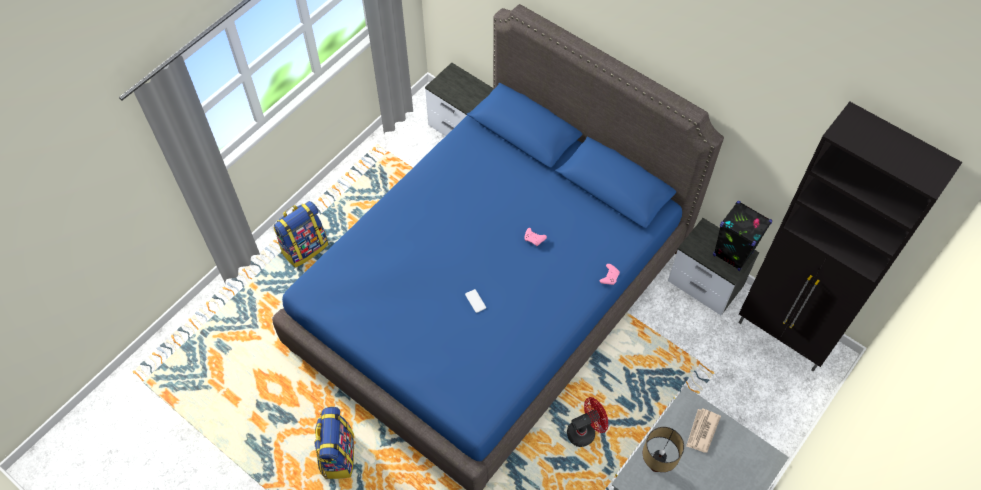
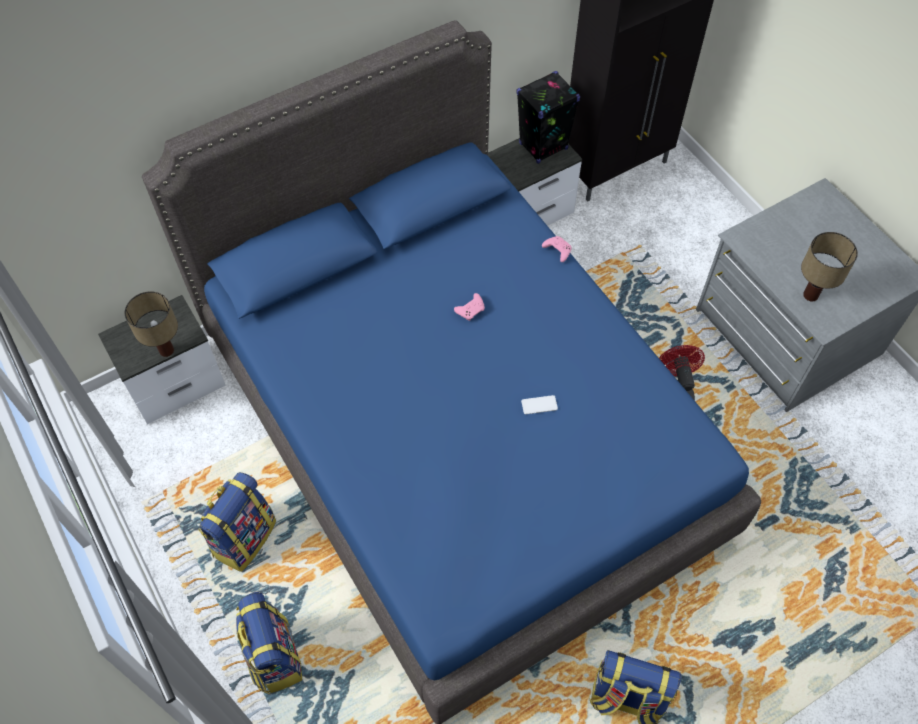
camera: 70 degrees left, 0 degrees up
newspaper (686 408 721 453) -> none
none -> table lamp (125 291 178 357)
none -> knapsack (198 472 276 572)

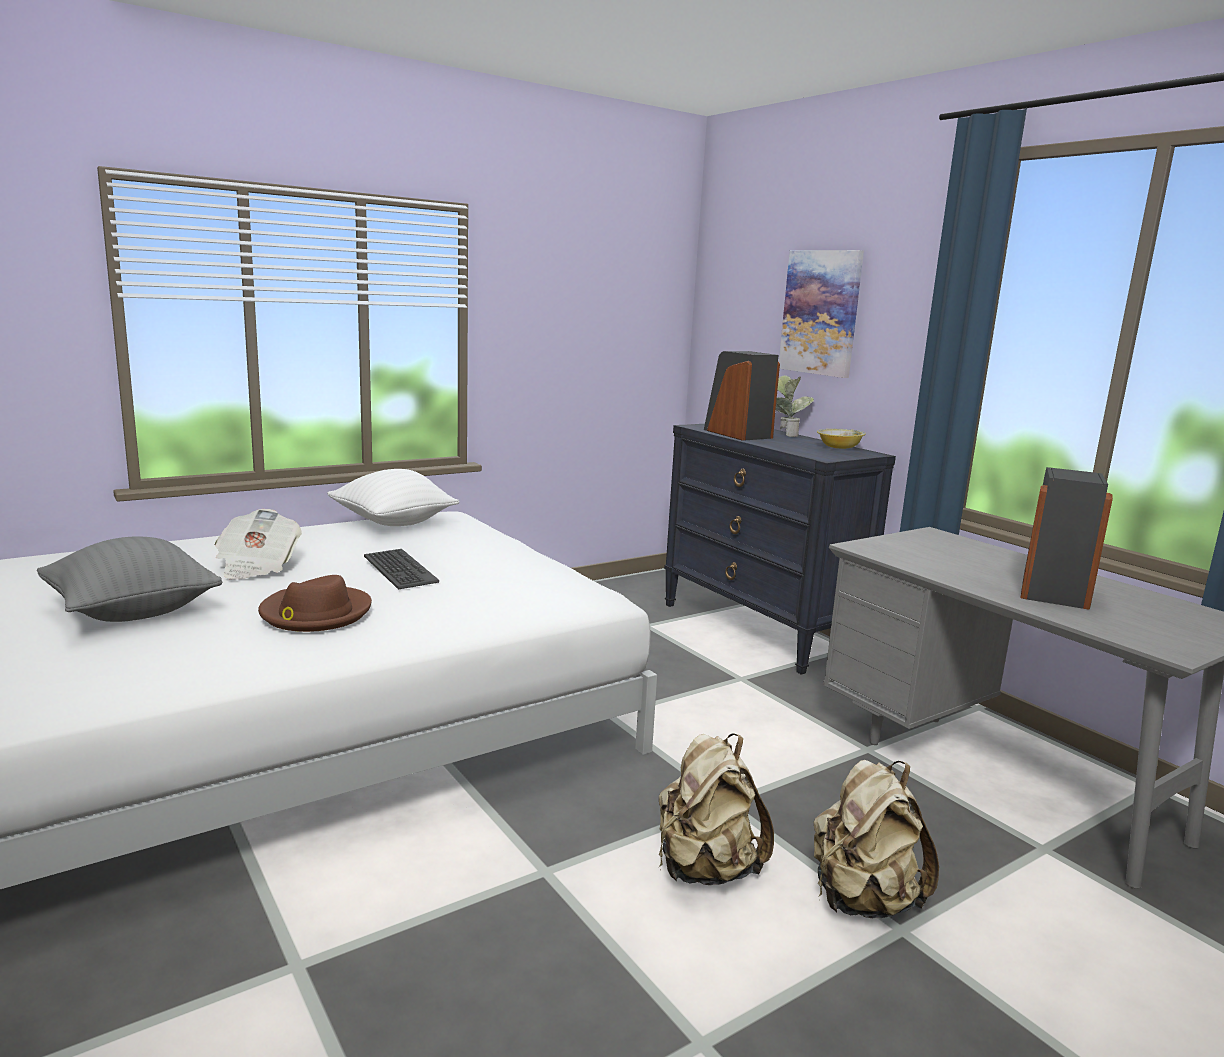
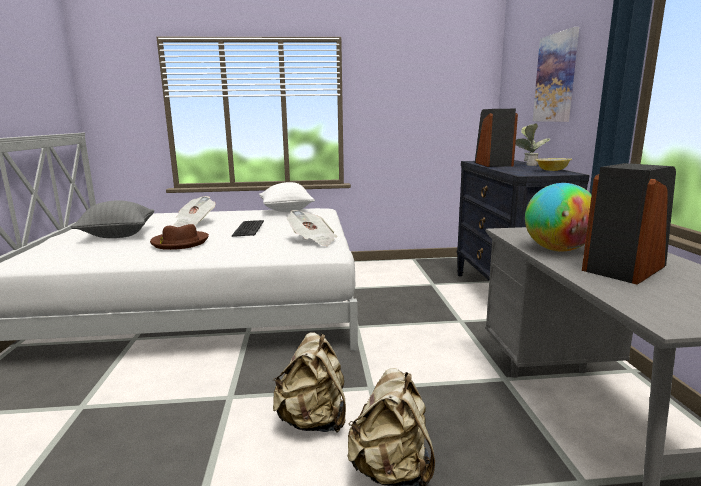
camera: 30 degrees right, 0 degrees up
none -> newspaper (287 210 337 246)
none -> world globe (525 183 592 251)

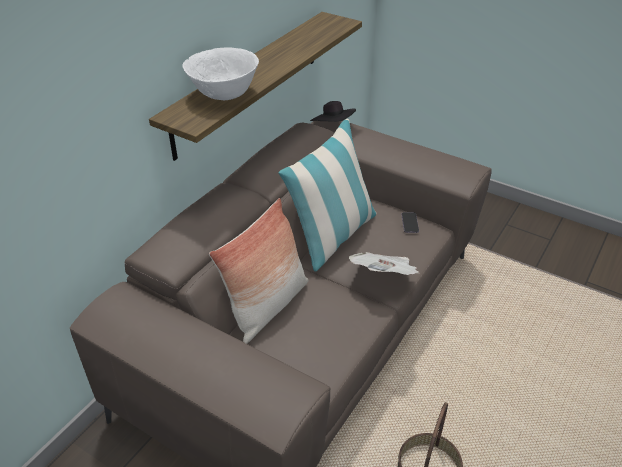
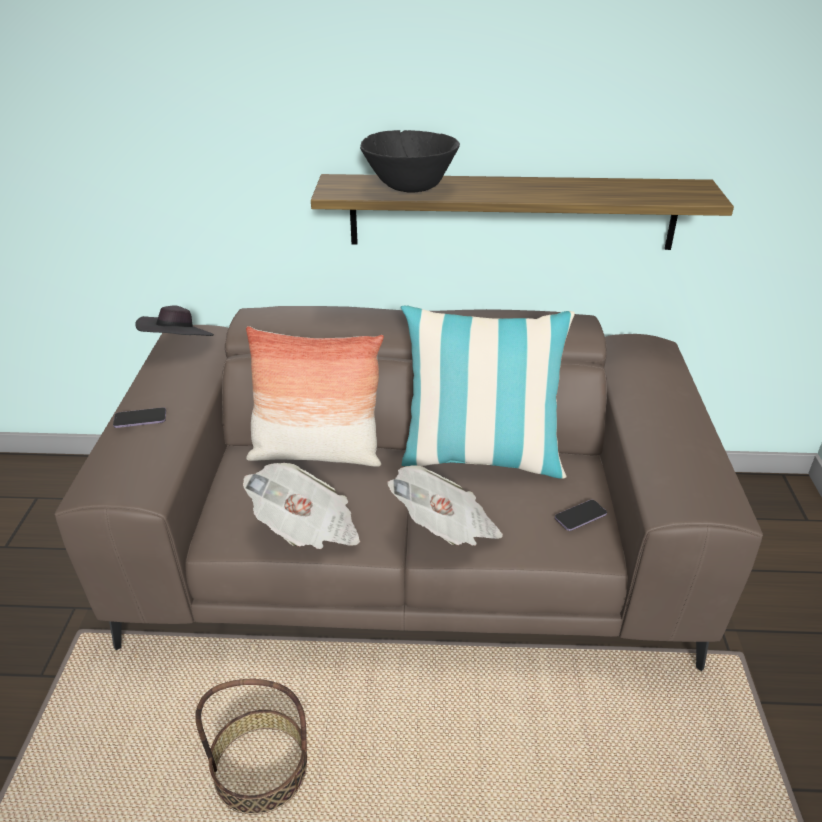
camera: 60 degrees right, 5 degrees down
none -> phone (113 407 166 428)
none -> newspaper (243 463 360 549)
blackish hat (310 101 356 122) -> blackish hat (135 305 214 336), shifted
white-coloured bowl (182 47 259 100) -> blackish bowl (360 130 460 193)

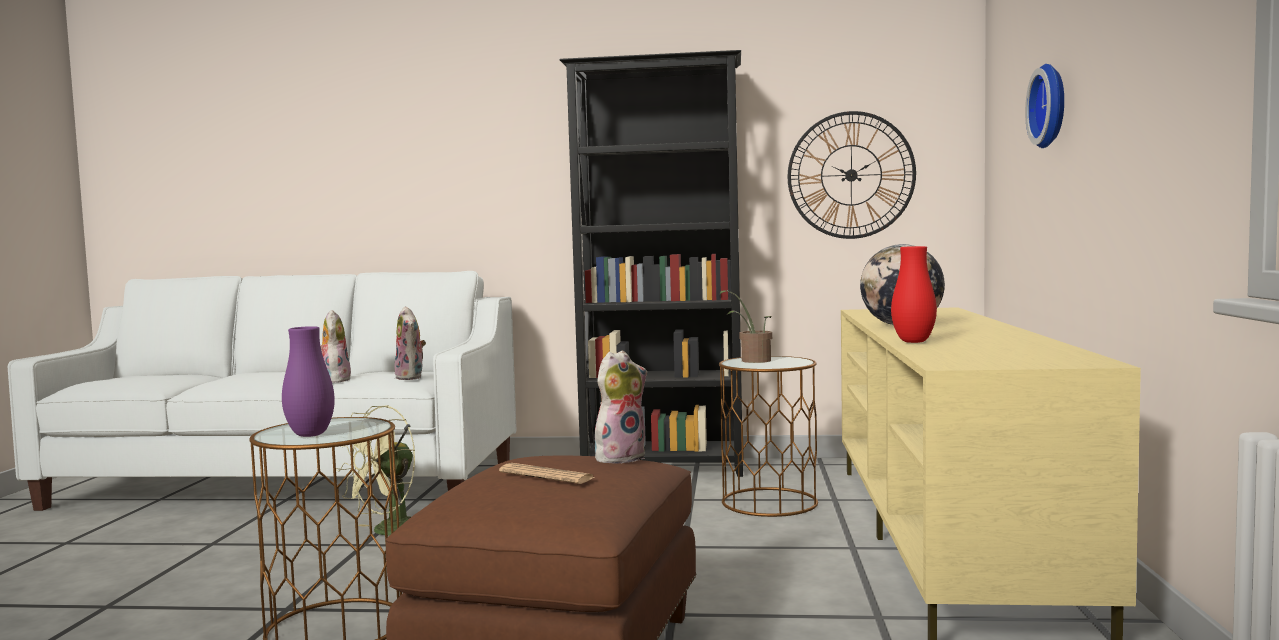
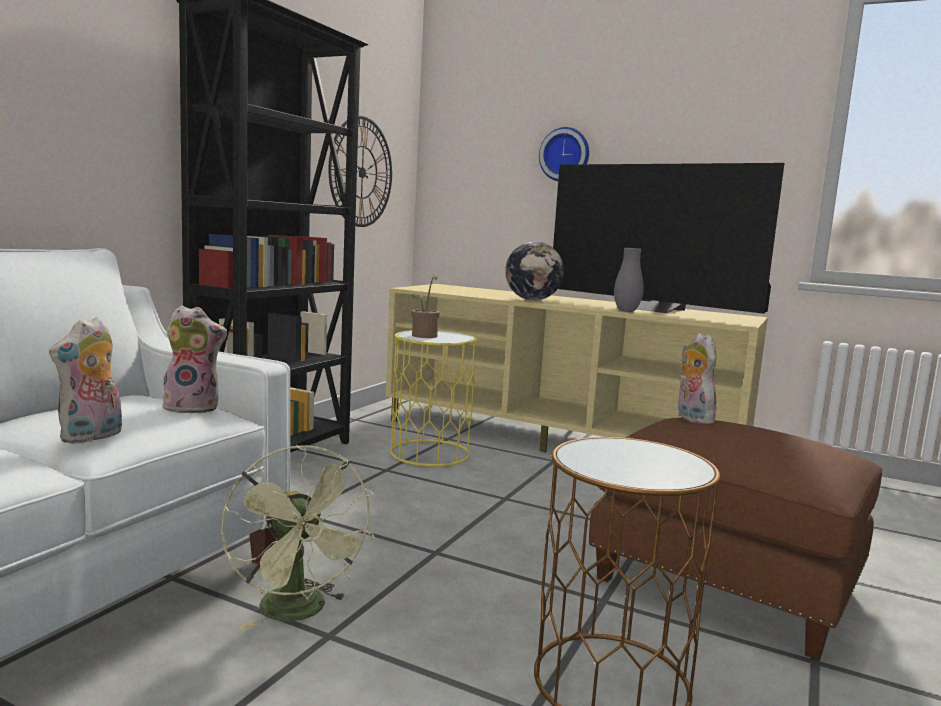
camera: 70 degrees left, 5 degrees up
purplish vase (282 326 335 437) -> none
newspaper (499 463 596 484) -> none
none -> TV (553 163 785 314)
brown-coloured accent table (719 356 818 517) -> yellow-coloured accent table (390 330 477 467)
red vase (891 246 937 343) -> gray vase (614 248 644 312)
cuddly toy (320 310 351 383) -> cuddly toy (49 317 122 444), 75 degrees counterclockwise

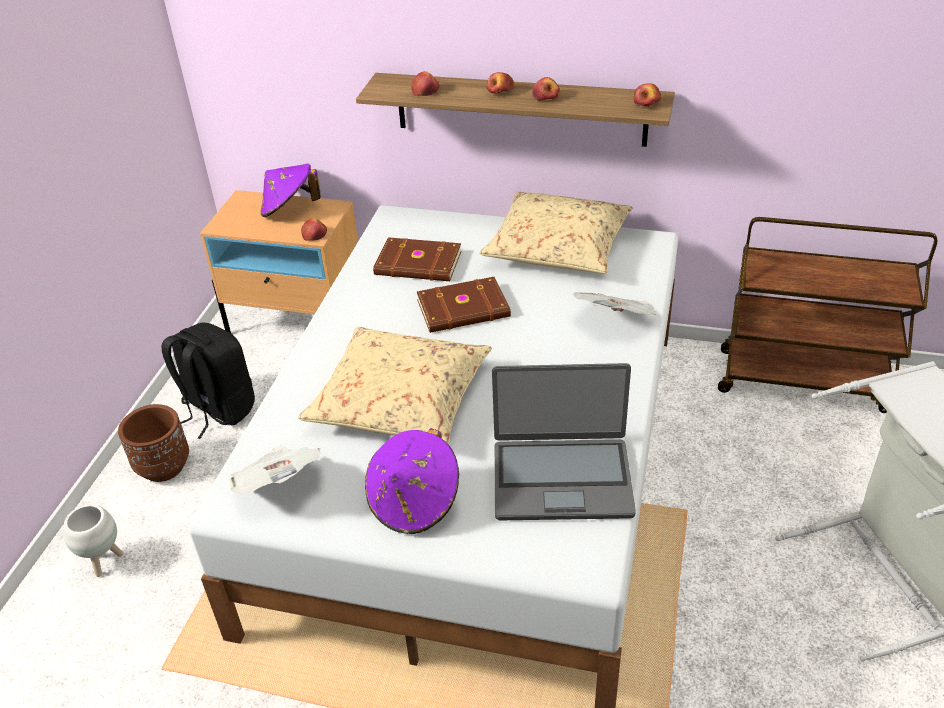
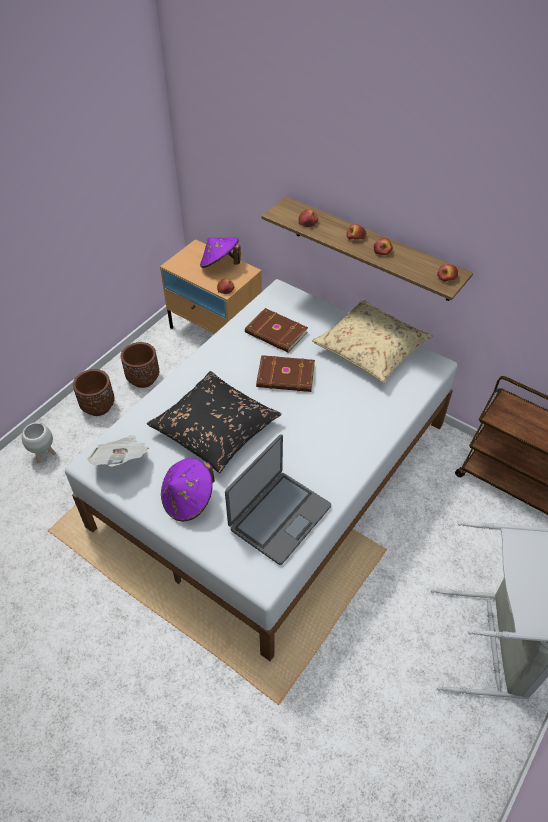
camera: 20 degrees right, 10 degrees up
newspaper (573 292 656 315) -> none
blackish knapsack (162 322 255 439) -> brown-coloured planter (121 342 159 388)
beige-coloured pillow (298 327 492 445) -> blackish pillow (147 371 282 473)
notebook computer (492 363 636 520) -> notebook computer (225 434 331 565), 75 degrees counterclockwise

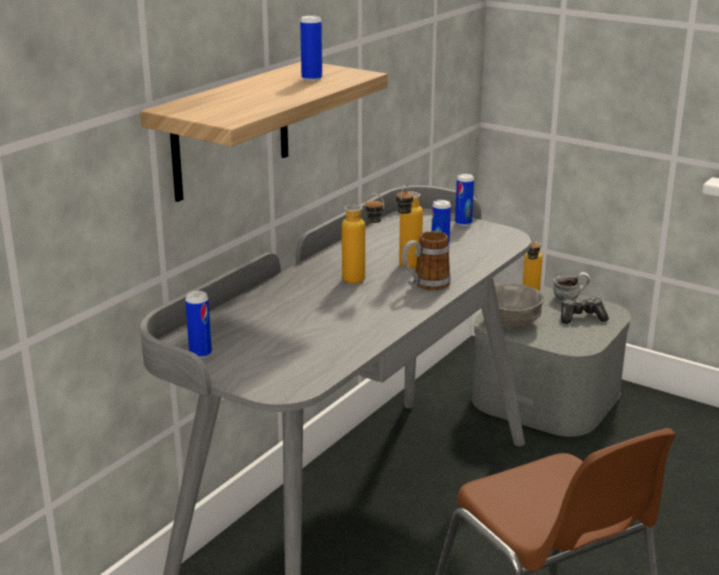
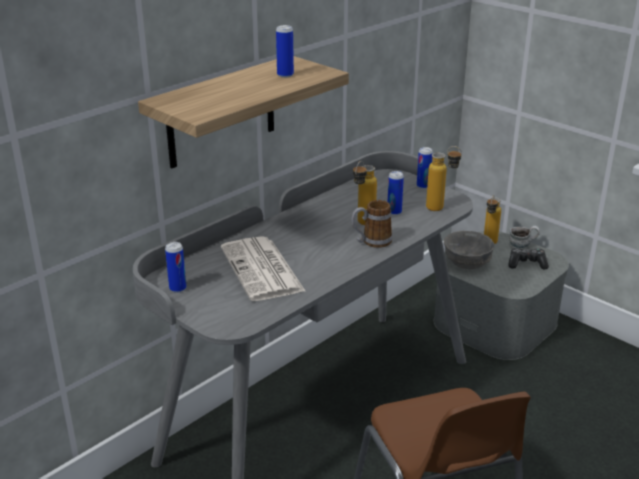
camera: 10 degrees right, 5 degrees up
none -> newspaper (221 236 305 301)
drink bottle (342 193 384 284) -> drink bottle (426 146 462 211), shifted

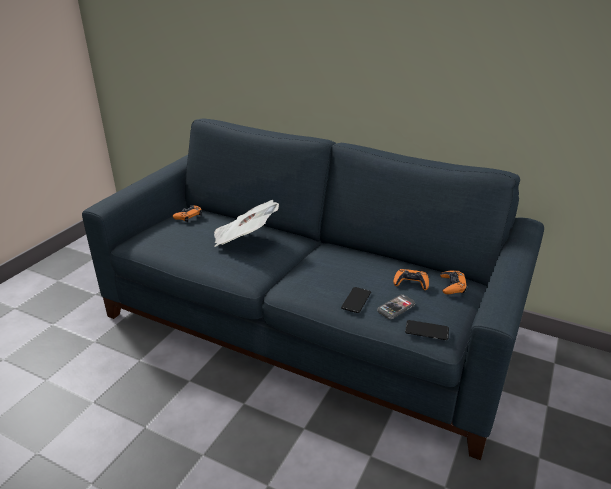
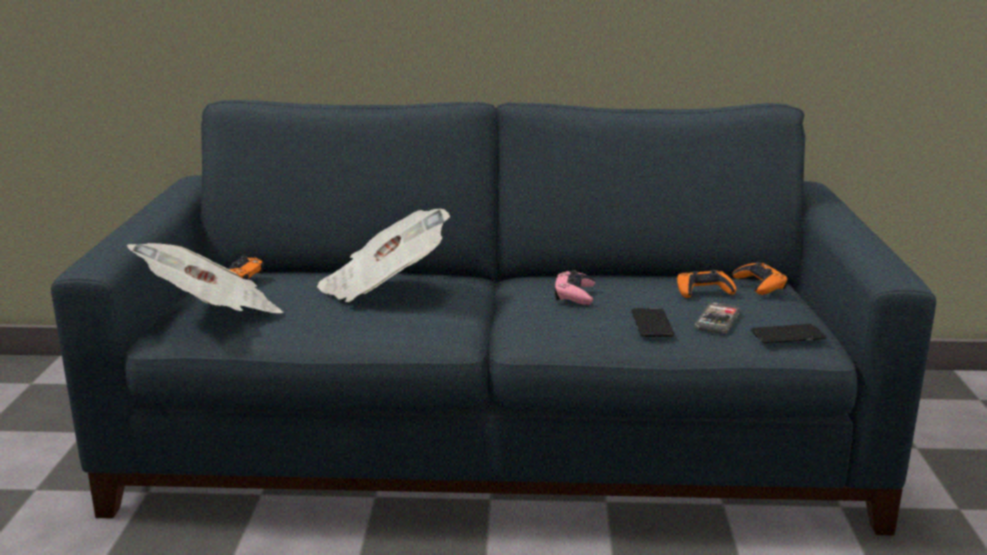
camera: 25 degrees left, 10 degrees down
none -> newspaper (127 243 283 313)
none -> pink gamepad (554 270 595 305)

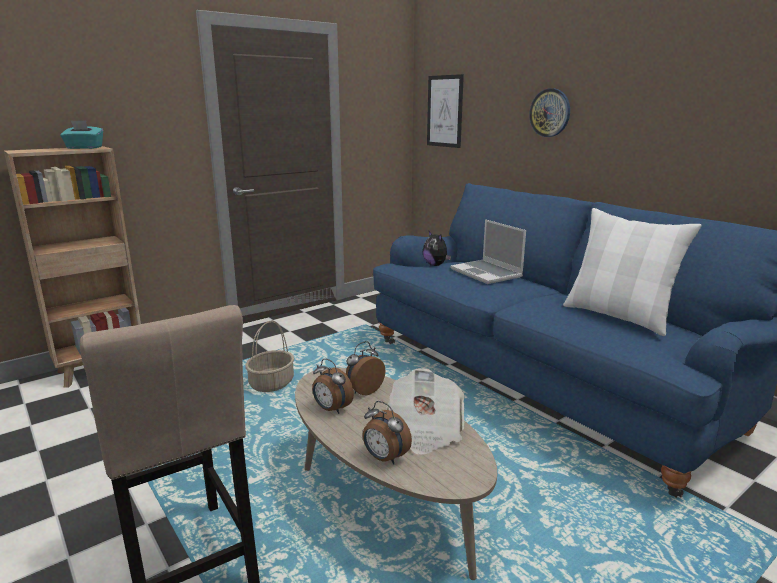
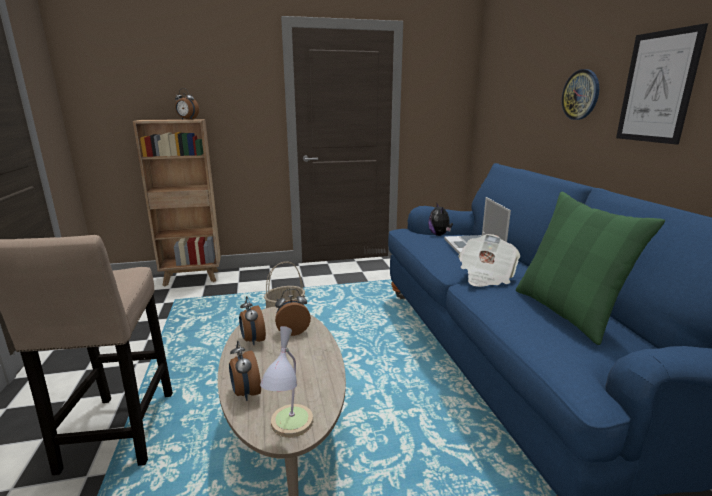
camera: 25 degrees right, 0 degrees up
none -> table lamp (260 326 313 438)
newspaper (387 368 465 455) -> newspaper (458 234 520 287), shifted
wall picture (427 74 464 148) -> wall picture (616 23 708 145), shifted
turquoise-coloured tissue box (60 120 103 149) -> table clock (175 88 199 120)
white-coloured pillow (563 208 702 336) -> green pillow (516 192 665 345)

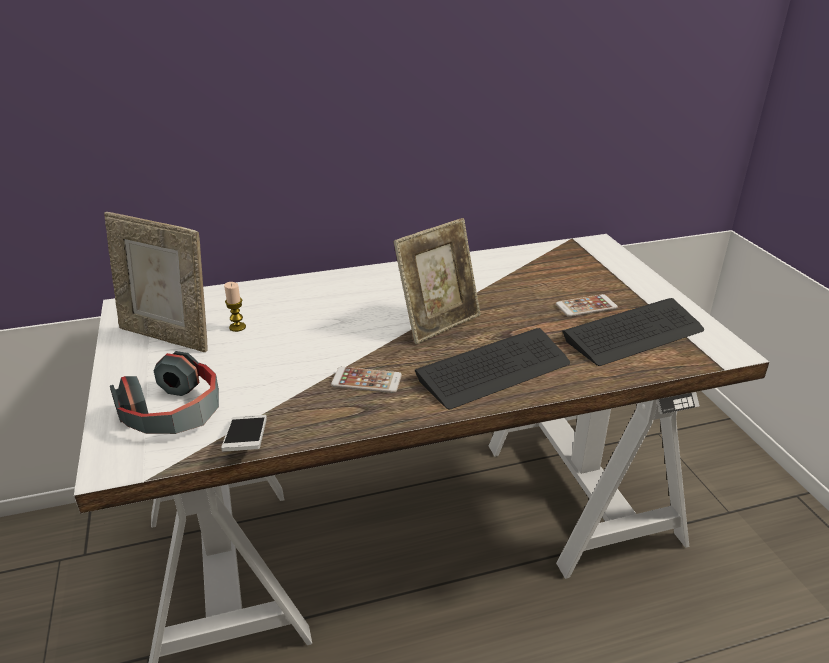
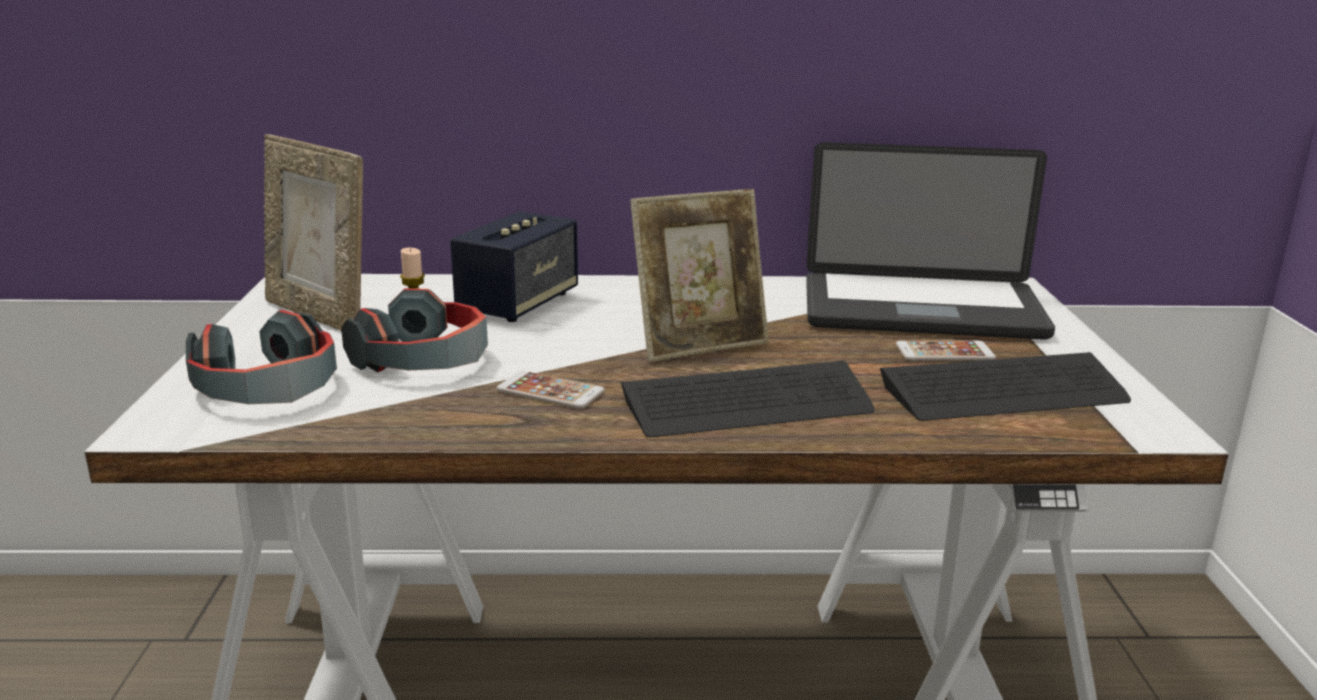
camera: 15 degrees right, 10 degrees down
phone (221 415 267 452) -> none
none -> pair of headphones (341 288 488 372)
none -> audio speaker (450 211 578 322)
none -> notebook computer (806 142 1055 340)

